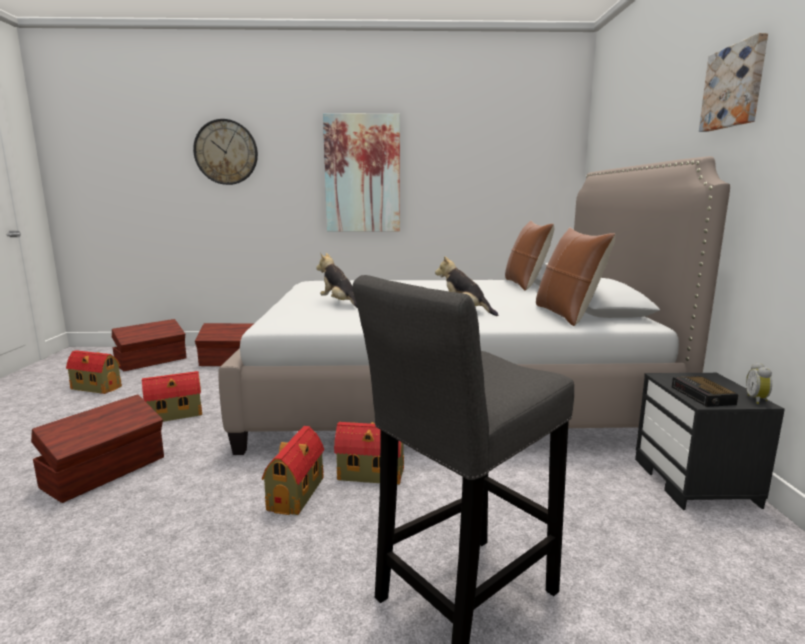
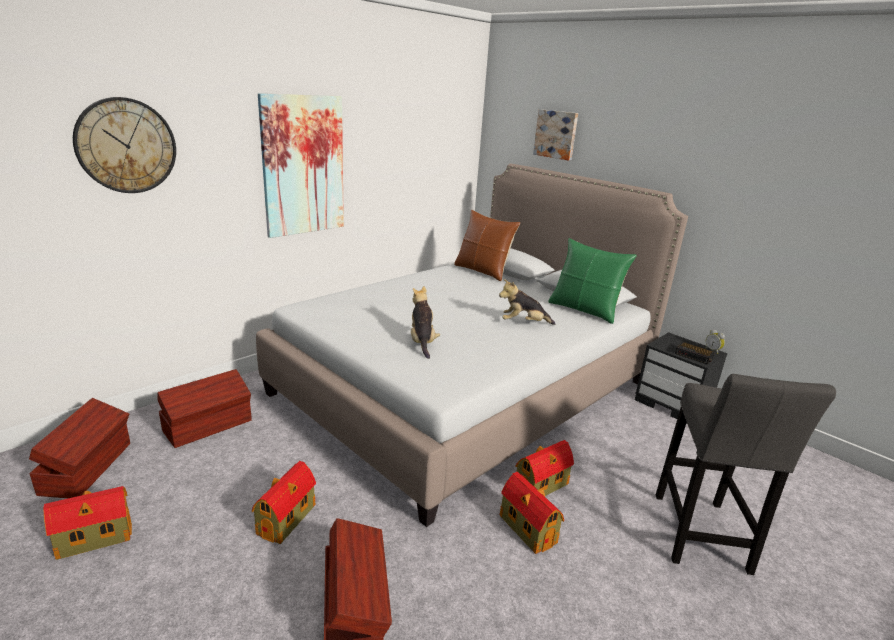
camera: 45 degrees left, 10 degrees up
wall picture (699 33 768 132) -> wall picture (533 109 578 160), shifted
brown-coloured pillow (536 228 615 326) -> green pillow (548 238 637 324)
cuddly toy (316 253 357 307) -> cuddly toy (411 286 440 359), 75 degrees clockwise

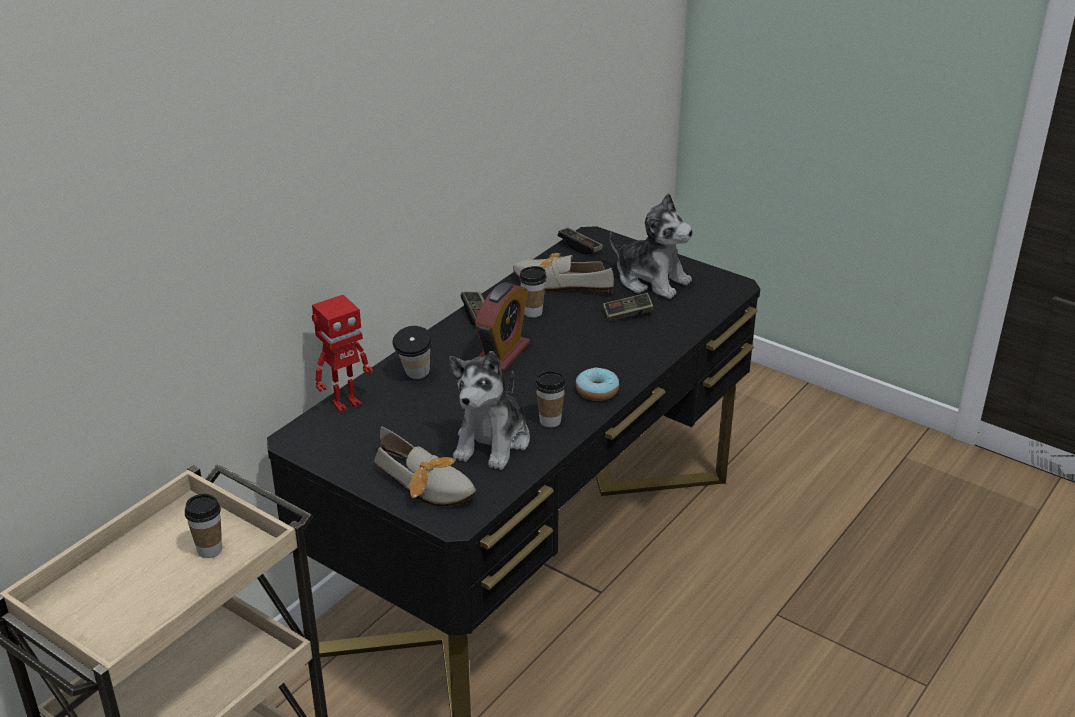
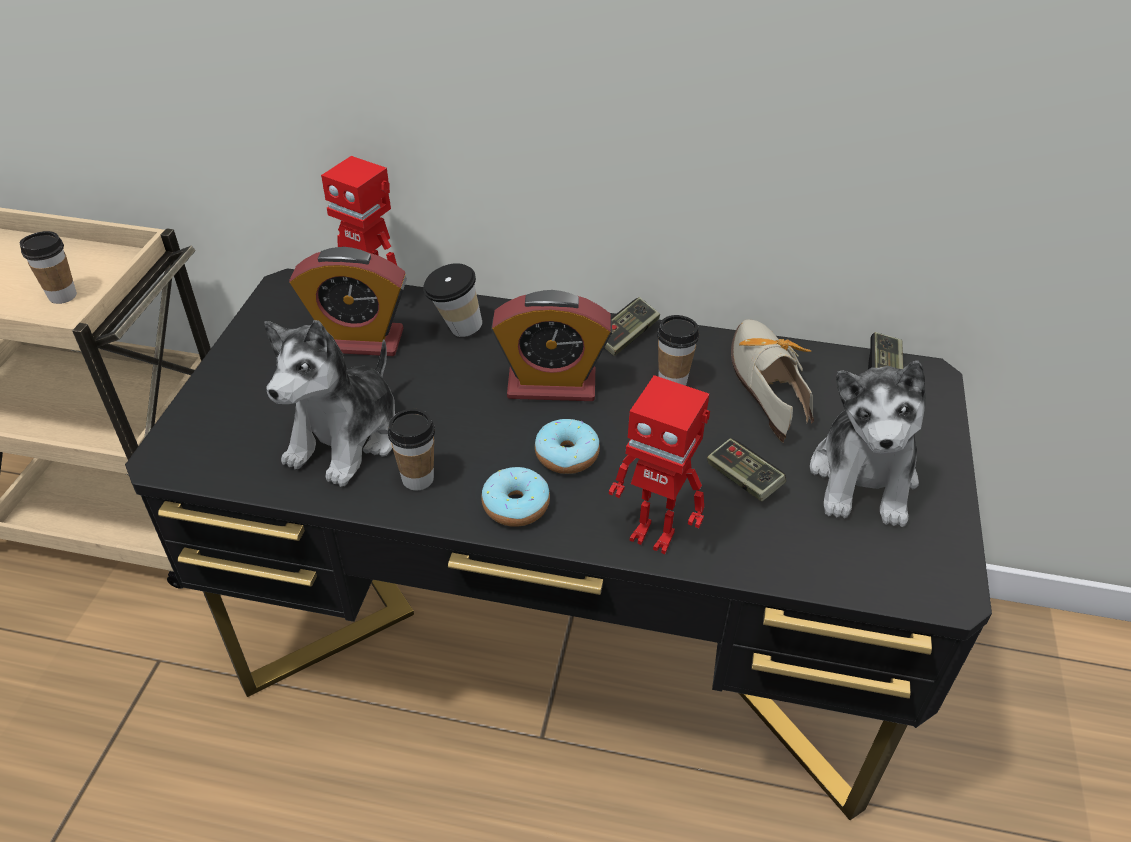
camera: 65 degrees right, 10 degrees up
item of footwear (373 426 476 506) -> none
none -> table clock (289 247 407 356)
none -> doughnut (535 419 600 474)
none -> toy robot (609 375 710 554)
cuddly toy (449 351 530 470) -> cuddly toy (264 320 395 487), 60 degrees counterclockwise

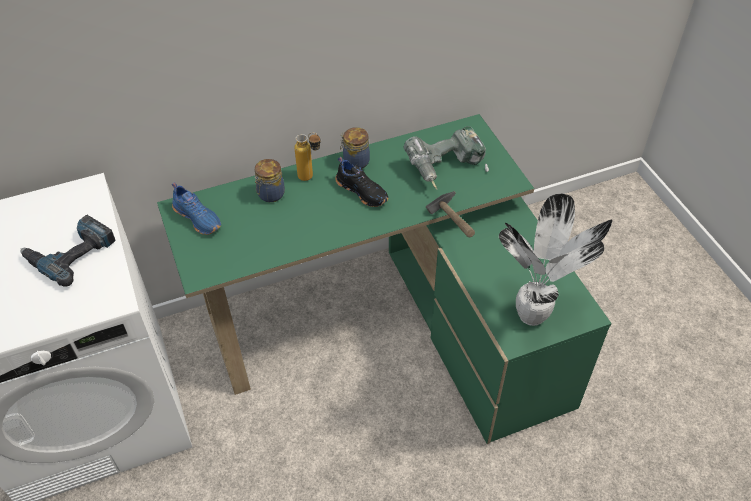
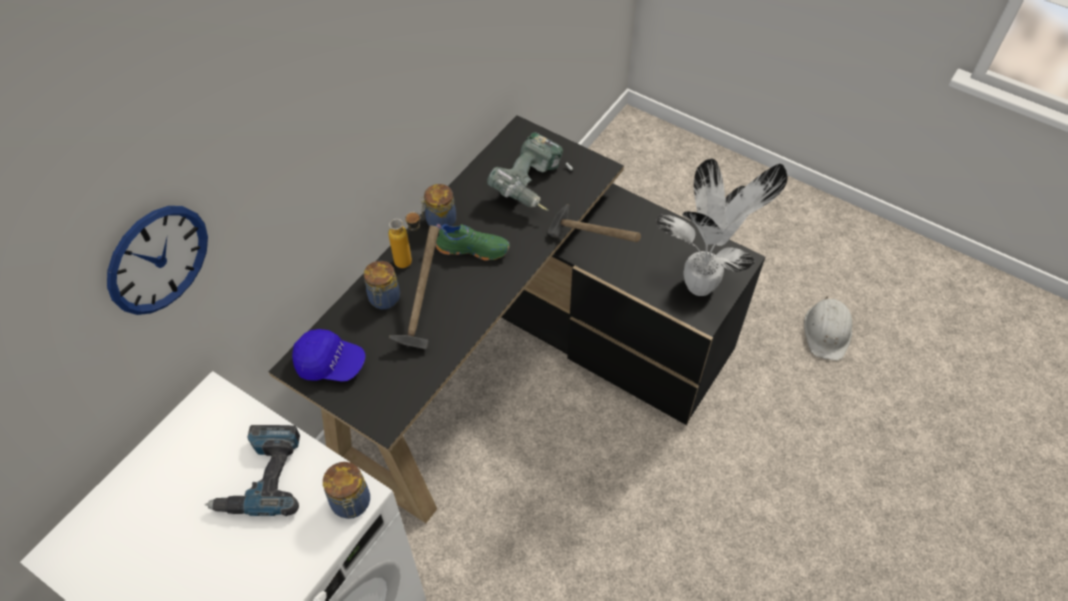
camera: 35 degrees left, 5 degrees up
none -> hanging clock (107 206 208 315)
none -> jar (323 462 370 519)
none -> tool hammer (389 225 439 349)
none -> white-coloured work helmet (804 296 852 361)
blue item of footwear (172 182 221 235) -> blue cap (292 329 365 382)
green desk unit (157 114 612 444) -> blackish desk unit (269 115 765 523)
blackish item of footwear (335 157 388 207) -> green item of footwear (436 224 510 261)

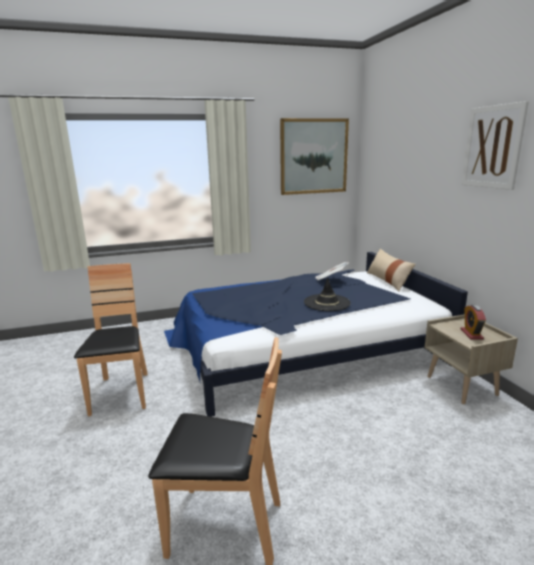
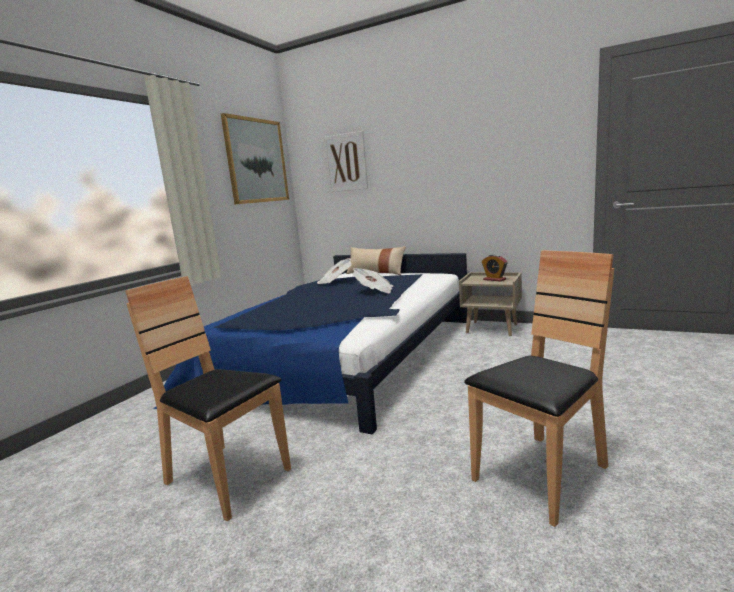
camera: 45 degrees left, 5 degrees down
wall picture (462 101 529 190) -> wall picture (323 131 368 192), shifted
blackish hat (304 277 351 311) -> newspaper (353 268 393 293)

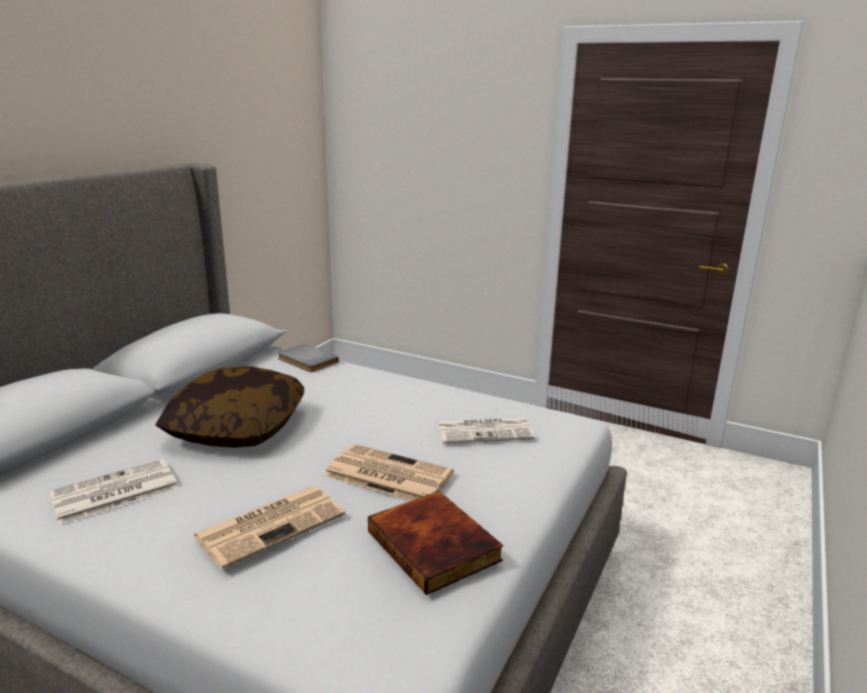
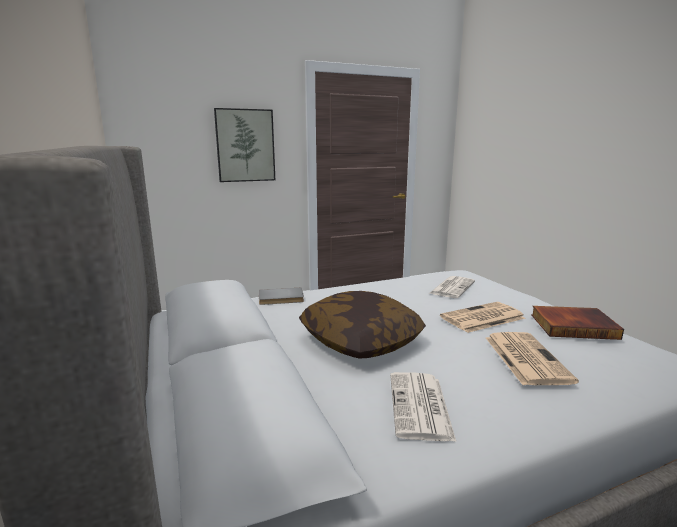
camera: 50 degrees left, 5 degrees down
none -> wall picture (214 108 275 182)

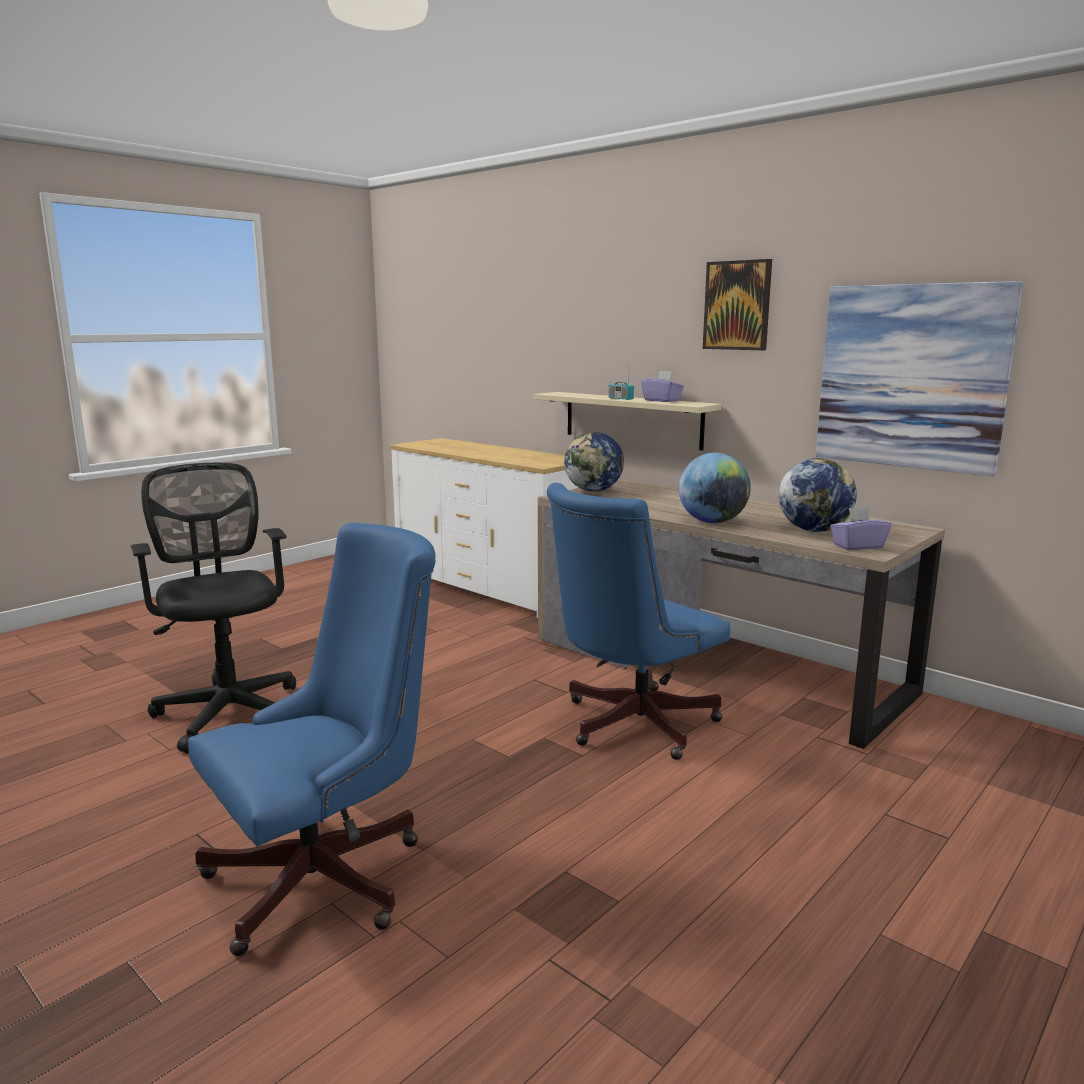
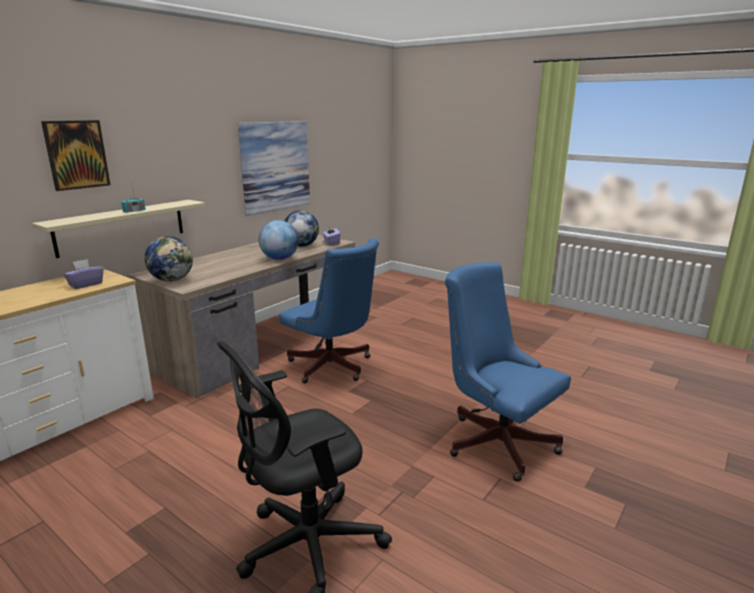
camera: 95 degrees left, 5 degrees up
purplish tissue box (641 371 684 402) -> purplish tissue box (63 259 103 289), shifted
wall picture (703 259 772 350) -> wall picture (41 120 110 191), shifted

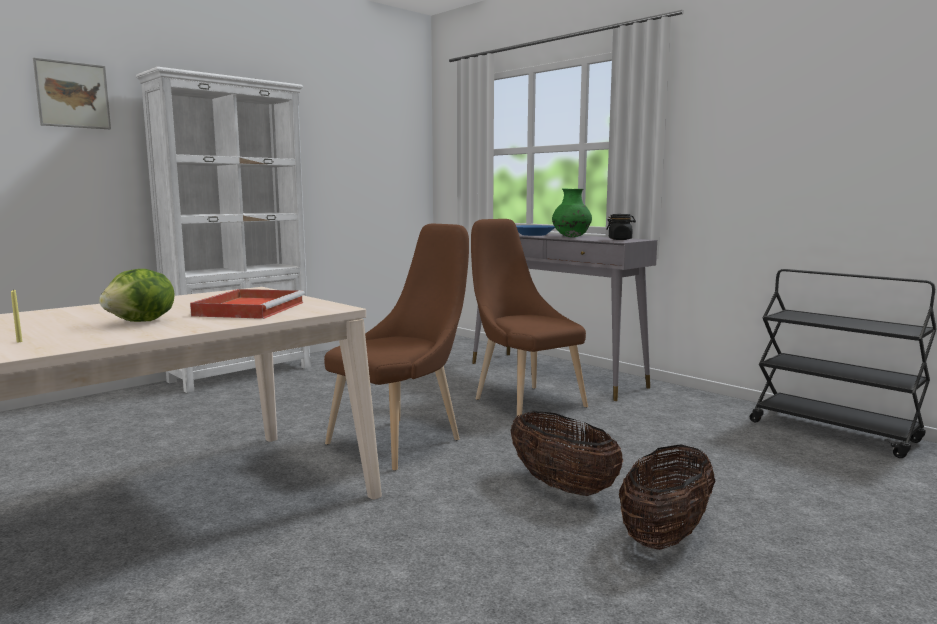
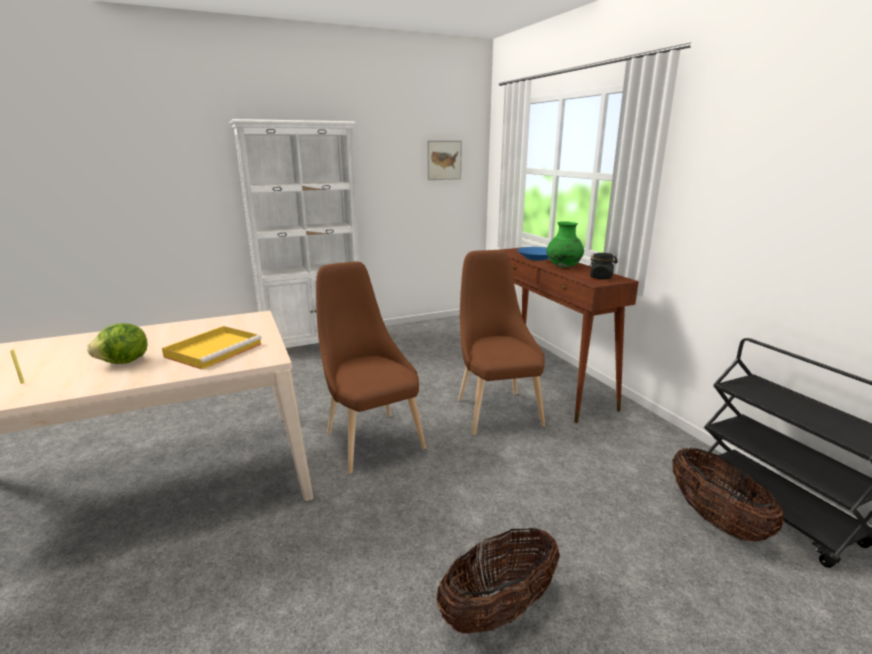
camera: 20 degrees right, 10 degrees up
wall picture (33 58 111 129) -> wall picture (427 140 462 180), shifted
household basket (510 411 623 496) -> household basket (672 448 784 541), shifted
red serving tray (190 289 305 319) -> yellow-coloured serving tray (162 326 262 369)
gray console table (472 232 657 401) -> brown-coloured console table (500 247 639 423)
brown-coloured chair (324 224 469 471) -> brown-coloured chair (316 261 426 474), 90 degrees counterclockwise

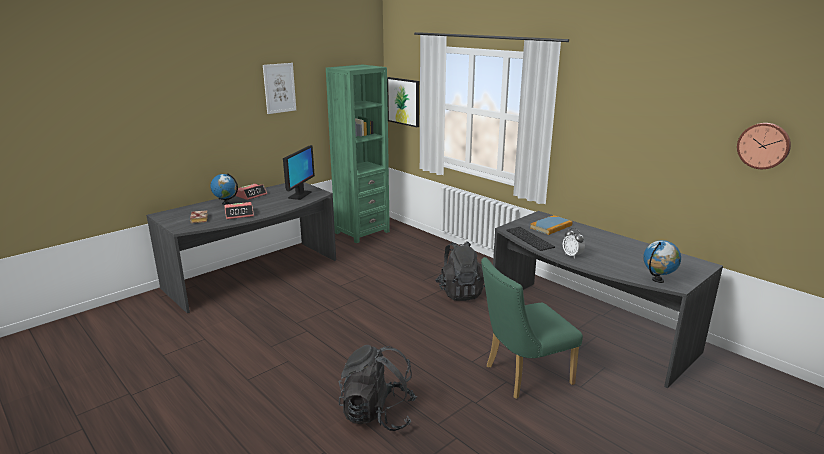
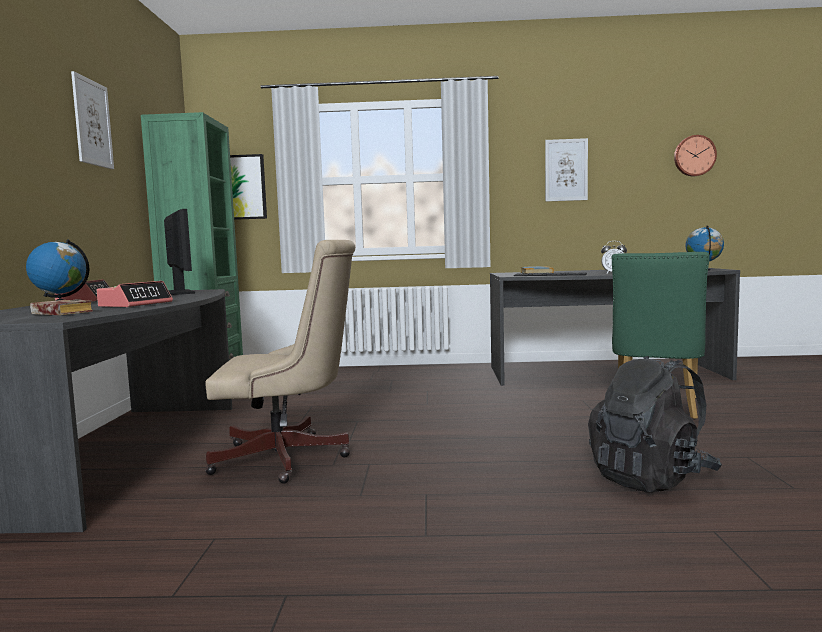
camera: 45 degrees left, 15 degrees down
blackish knapsack (435 241 485 301) -> none
none -> beige-coloured desk chair (205 240 355 484)
none -> wall picture (545 138 588 202)

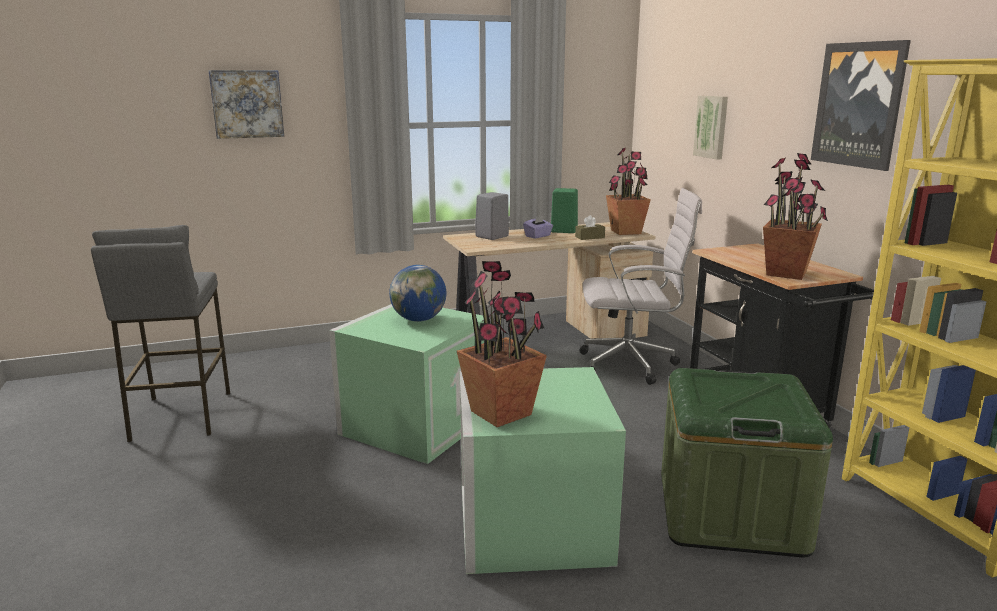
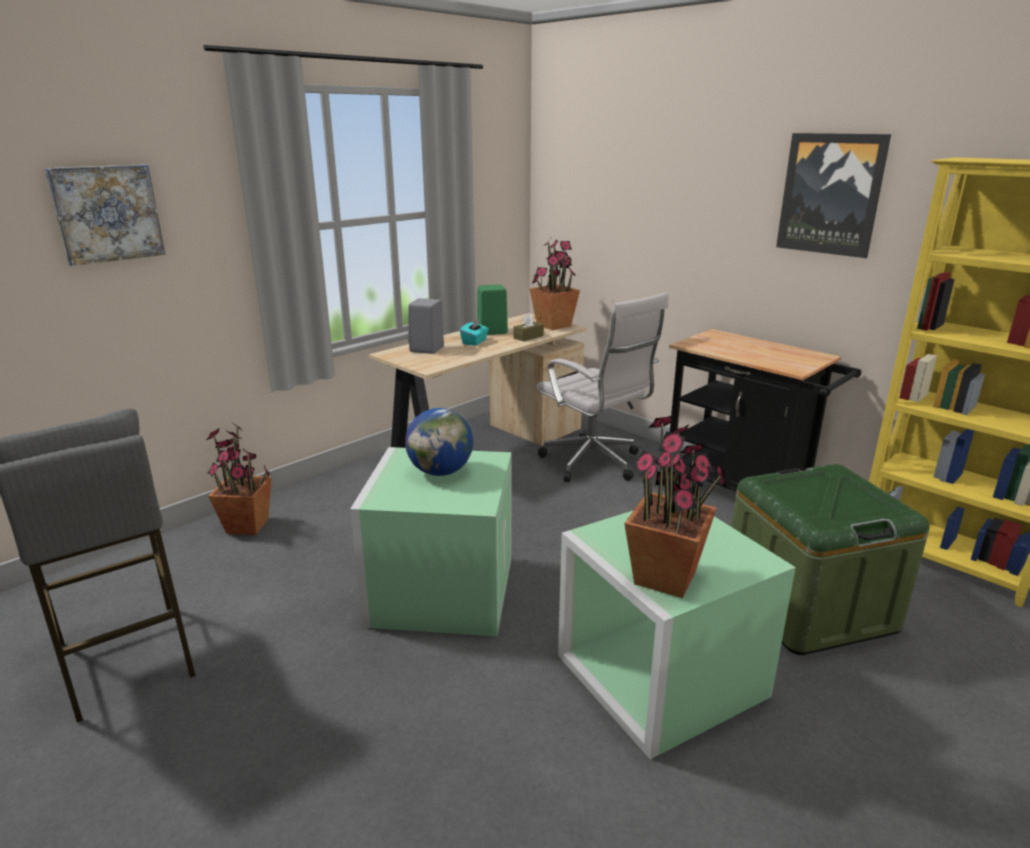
camera: 25 degrees left, 5 degrees up
wall picture (693 96 728 159) -> none
potted plant (763 153 828 280) -> potted plant (206 424 272 535), shifted
purplish tissue box (523 215 553 238) -> turquoise-coloured tissue box (460 318 489 346)
white-coloured desk chair (579 188 702 385) -> white-coloured desk chair (536 293 668 482), 75 degrees clockwise

